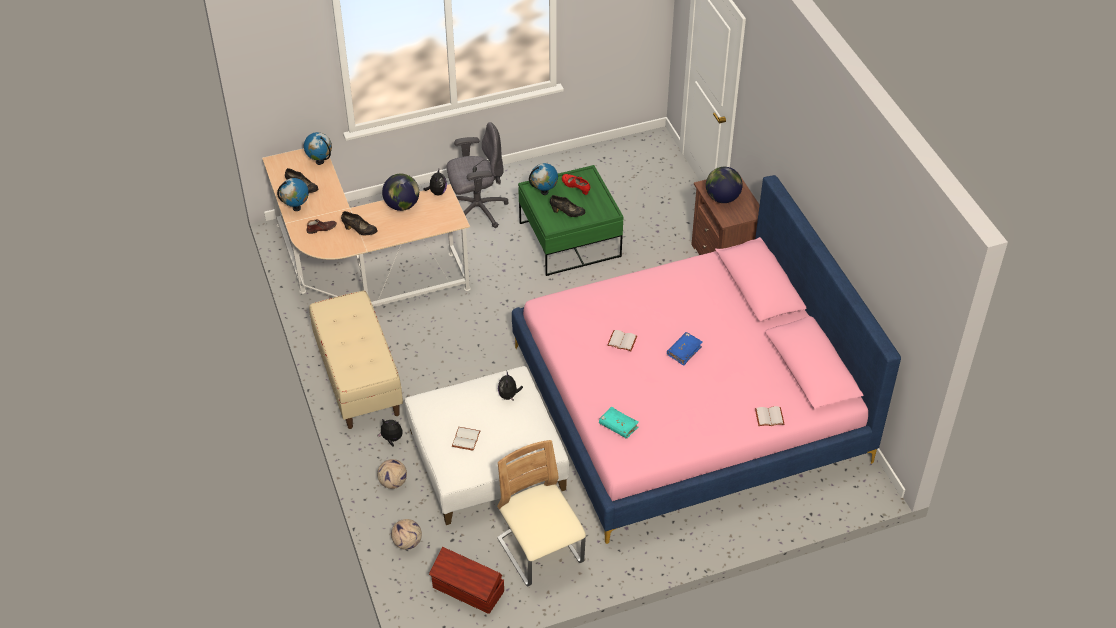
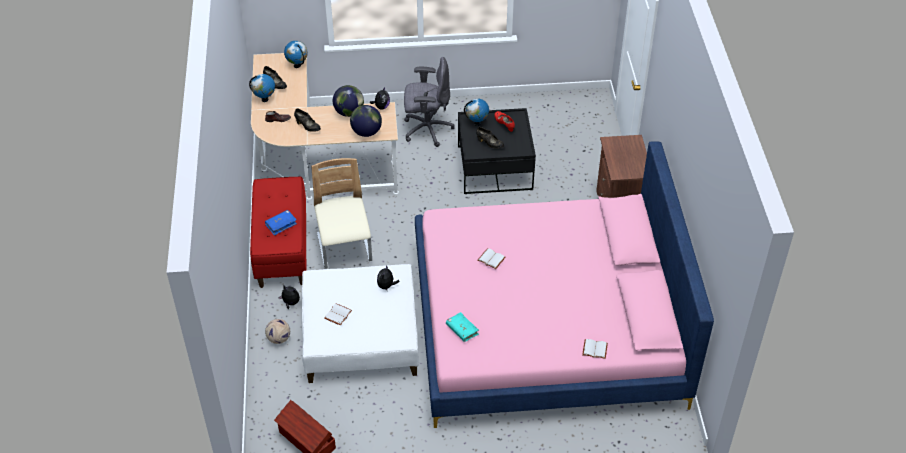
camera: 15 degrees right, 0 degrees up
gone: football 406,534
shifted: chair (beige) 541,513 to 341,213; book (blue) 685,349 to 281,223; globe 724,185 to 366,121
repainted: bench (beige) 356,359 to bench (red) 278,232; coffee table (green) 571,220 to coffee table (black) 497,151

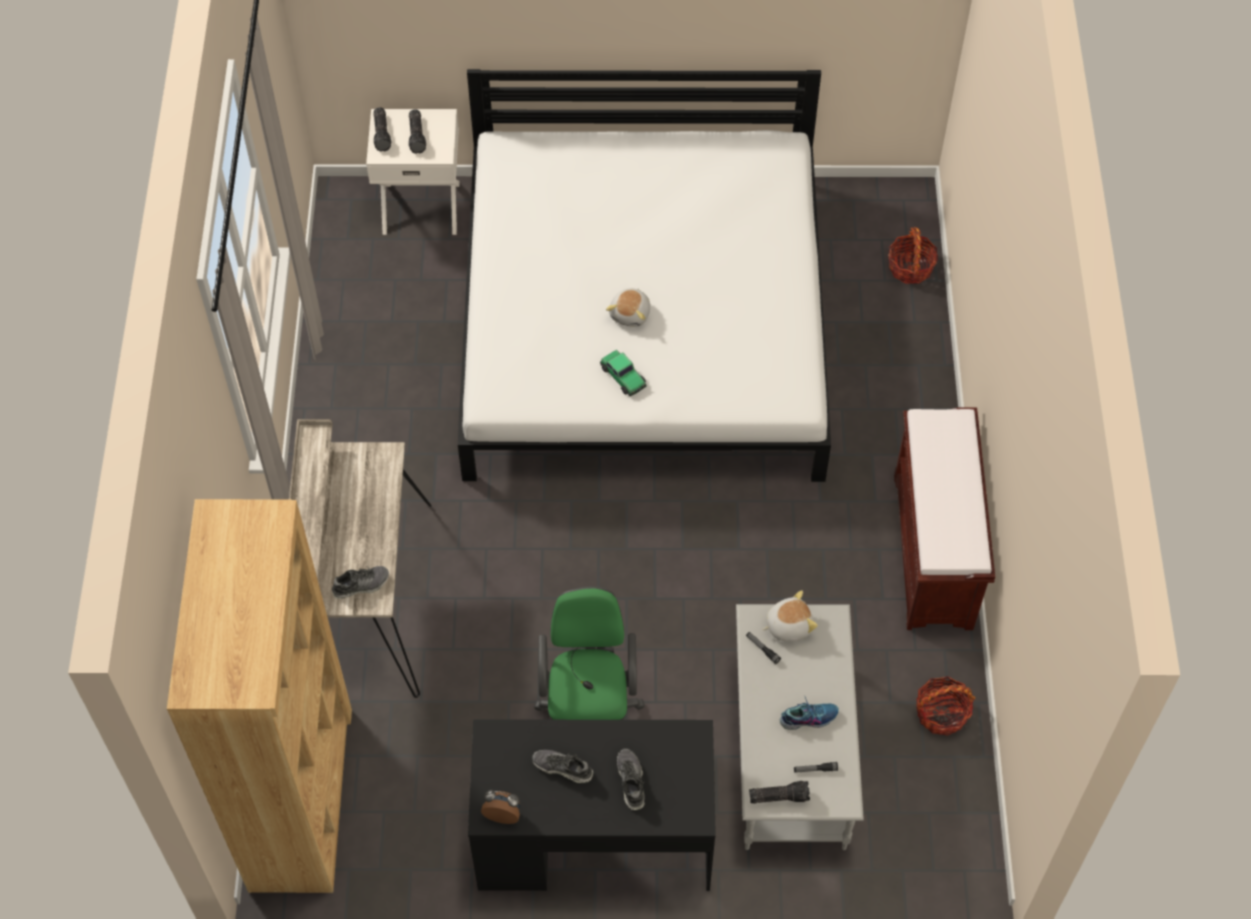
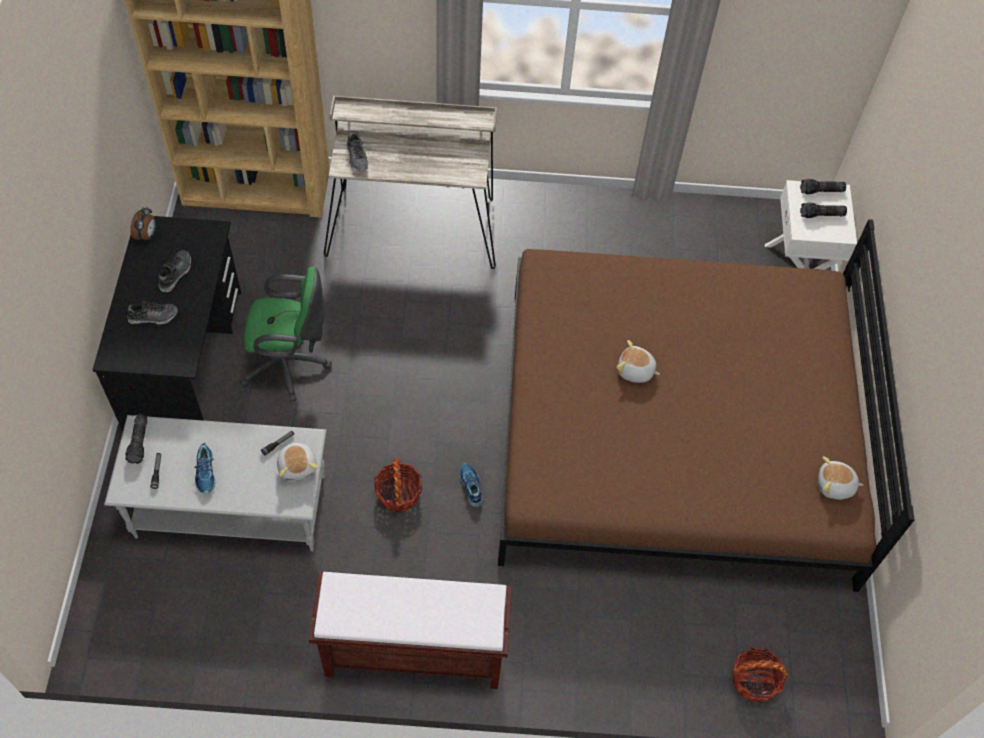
camera: 90 degrees right, 0 degrees up
gone: toy car 623,373
new: shoe 471,485; plush toy 840,478
shifted: basket 945,706 to 398,485
repainted: bed (white) 644,275 to bed (brown) 706,405

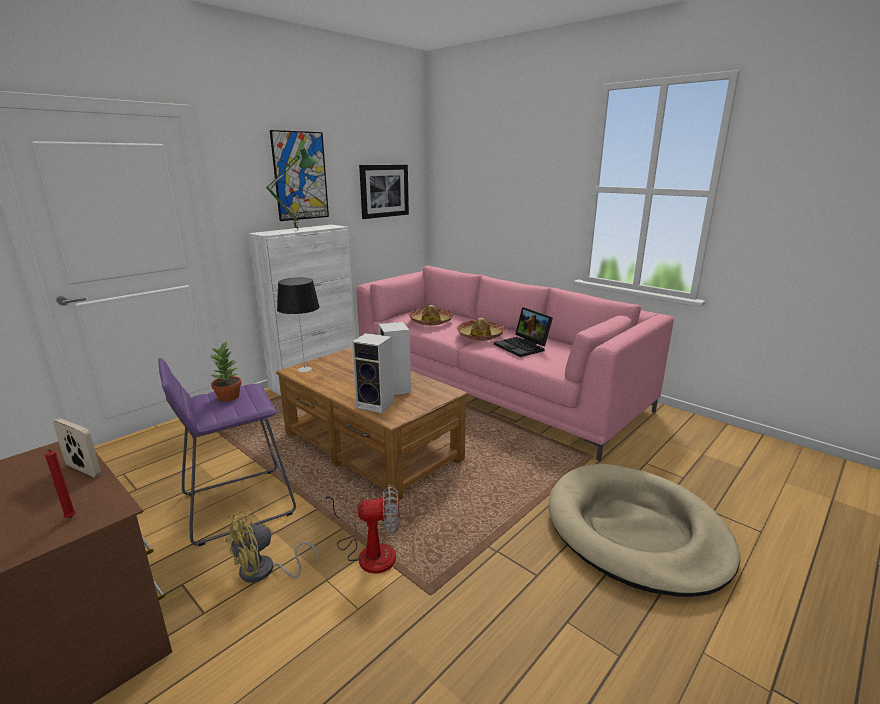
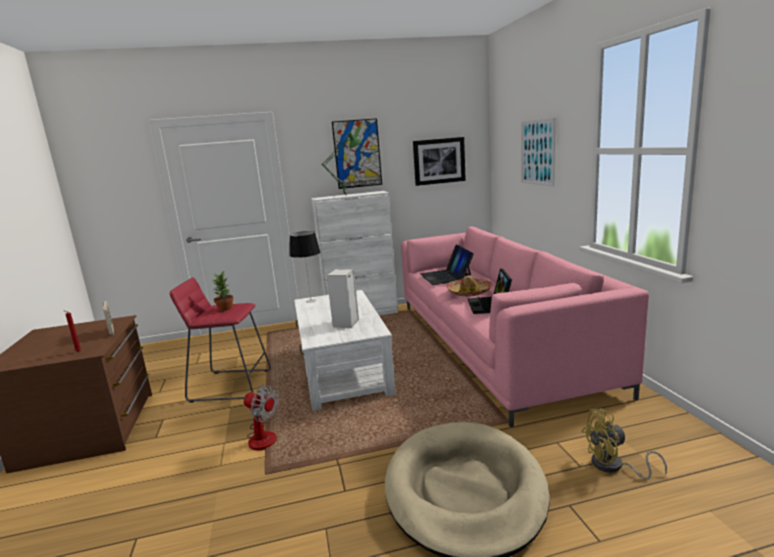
camera: 35 degrees right, 5 degrees down
gone: speaker 373,373
new: picture 538,152
shifted: fan (yellow) 272,547 to 624,444
swapped: hat 431,315 to laptop 447,264
repainted: stool (purple) 227,452 to stool (red) 220,340; coffee table (brown) 372,425 to coffee table (white) 345,350

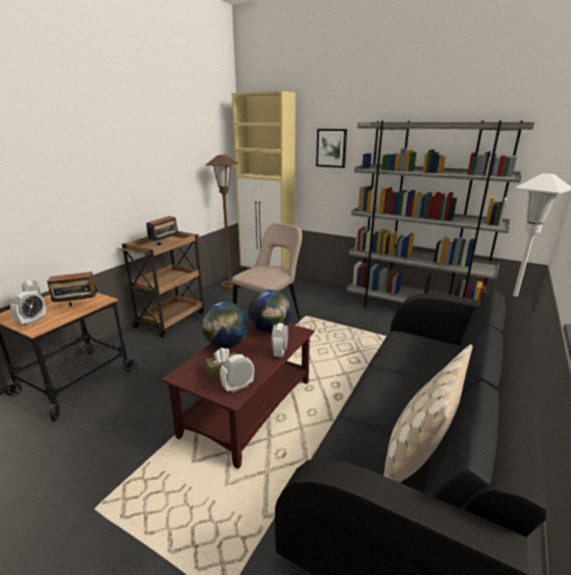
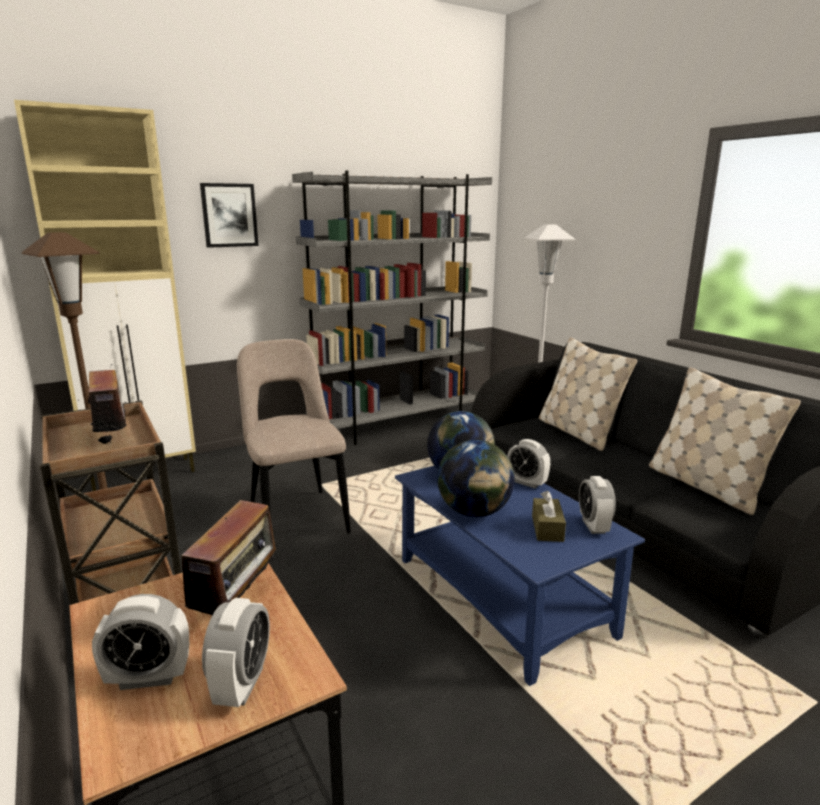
camera: 60 degrees left, 5 degrees down
new: pillow (beige) 588,394
repainted: coffee table (brown) 238,392 to coffee table (blue) 520,576
rotated: alarm clock 28,308 = 236,652 45 degrees clockwise

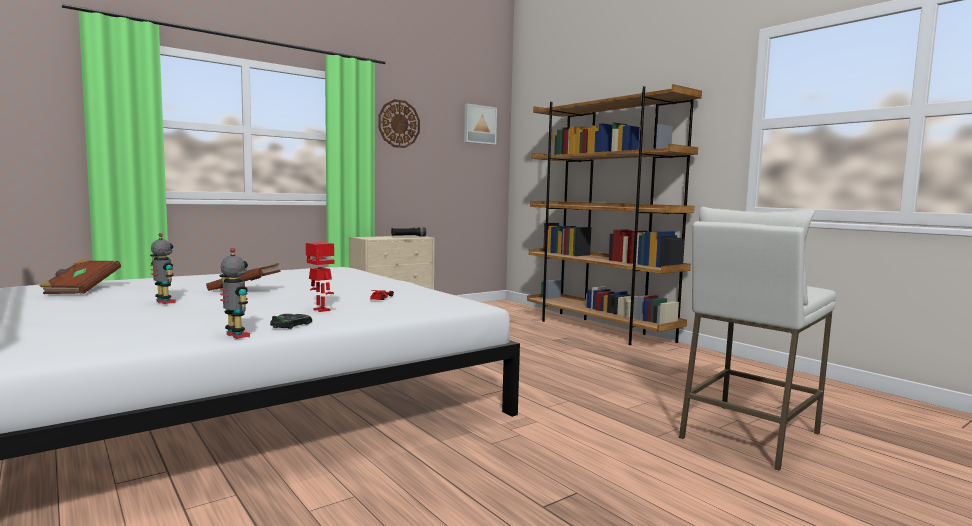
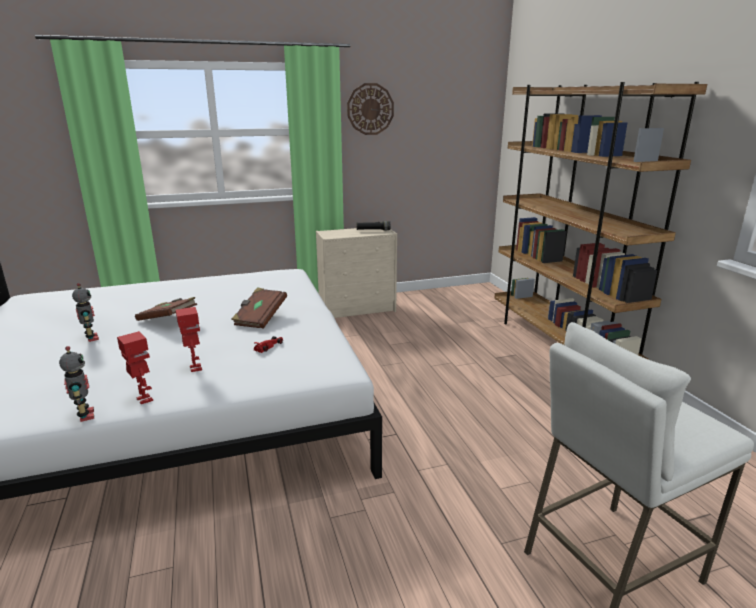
camera: 20 degrees right, 15 degrees up
gone: picture 480,124
shifted: book (brown) 80,276 to 259,308
swapped: toy car 291,321 to toy robot 135,367

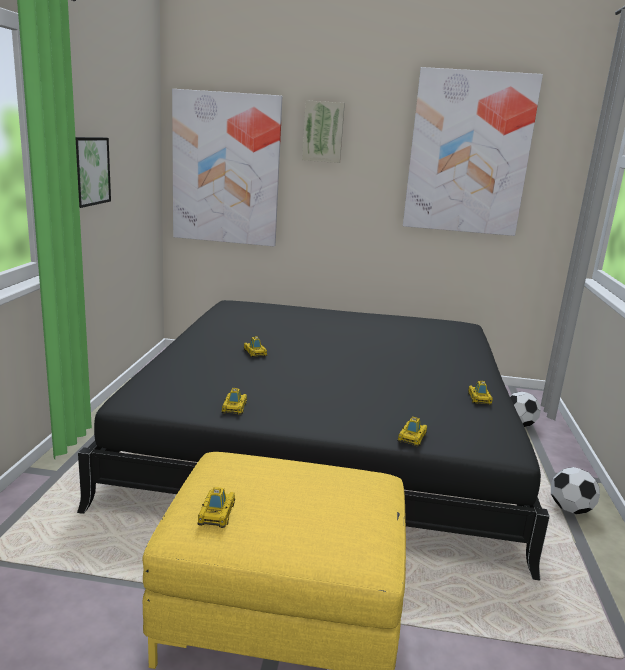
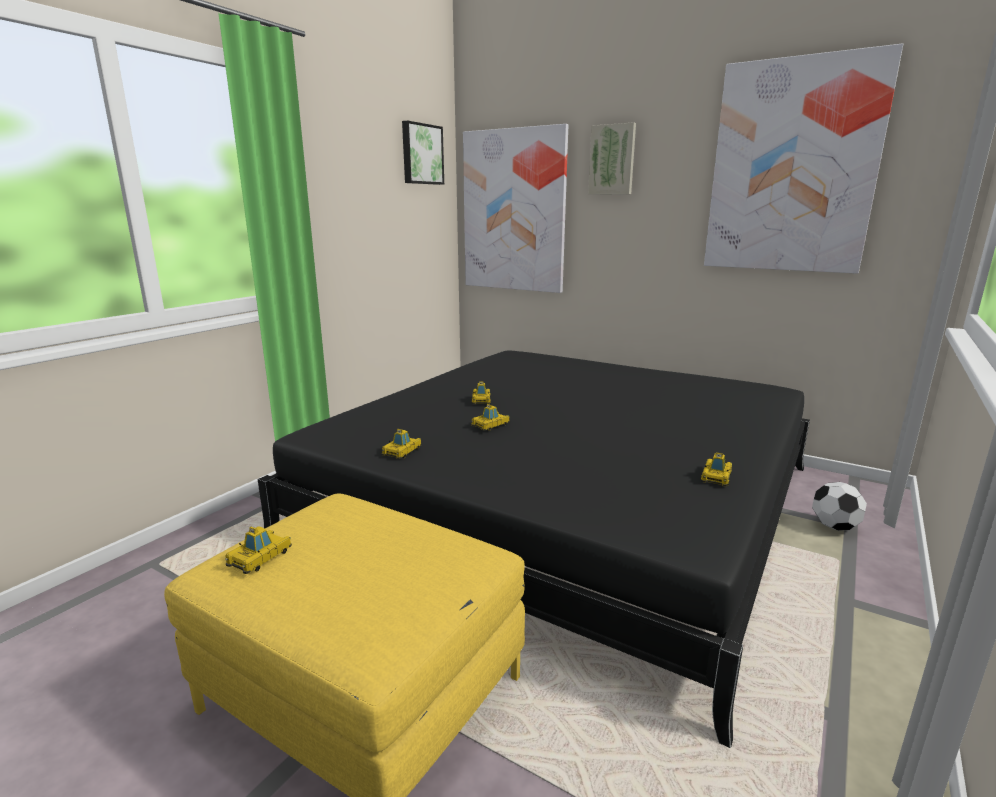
camera: 25 degrees right, 0 degrees up
gone: football 575,491
shifted: picture 93,172 to 423,153; toy car 412,431 to 490,417

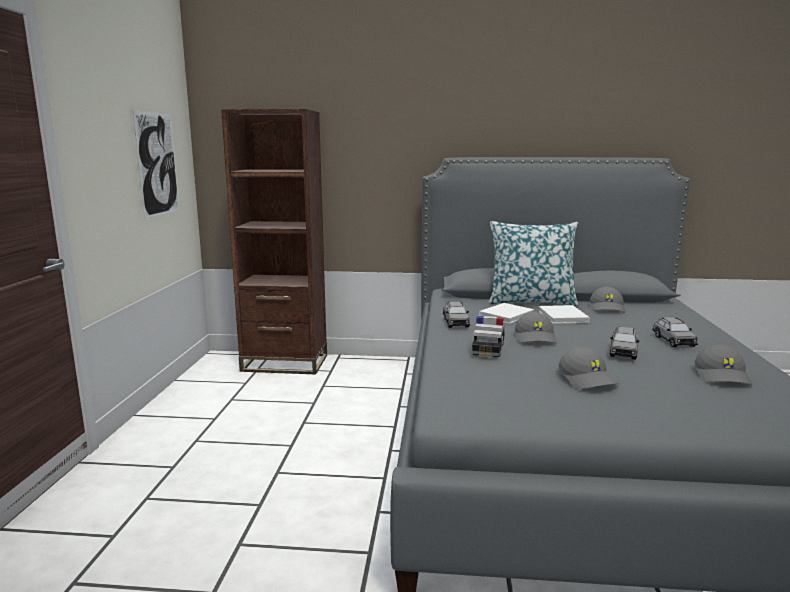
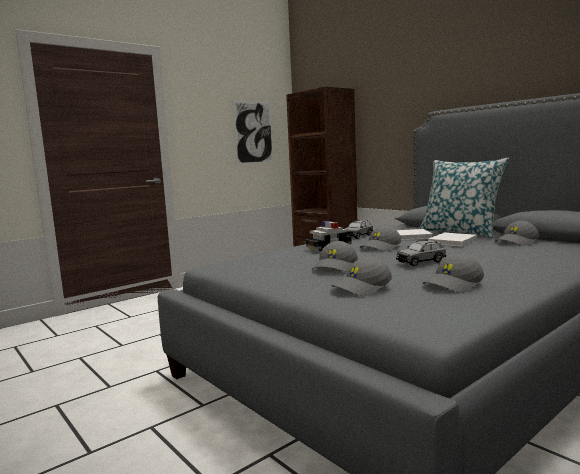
camera: 45 degrees right, 5 degrees down
gone: toy car (grey) 675,332
new: cap (grey) 361,276

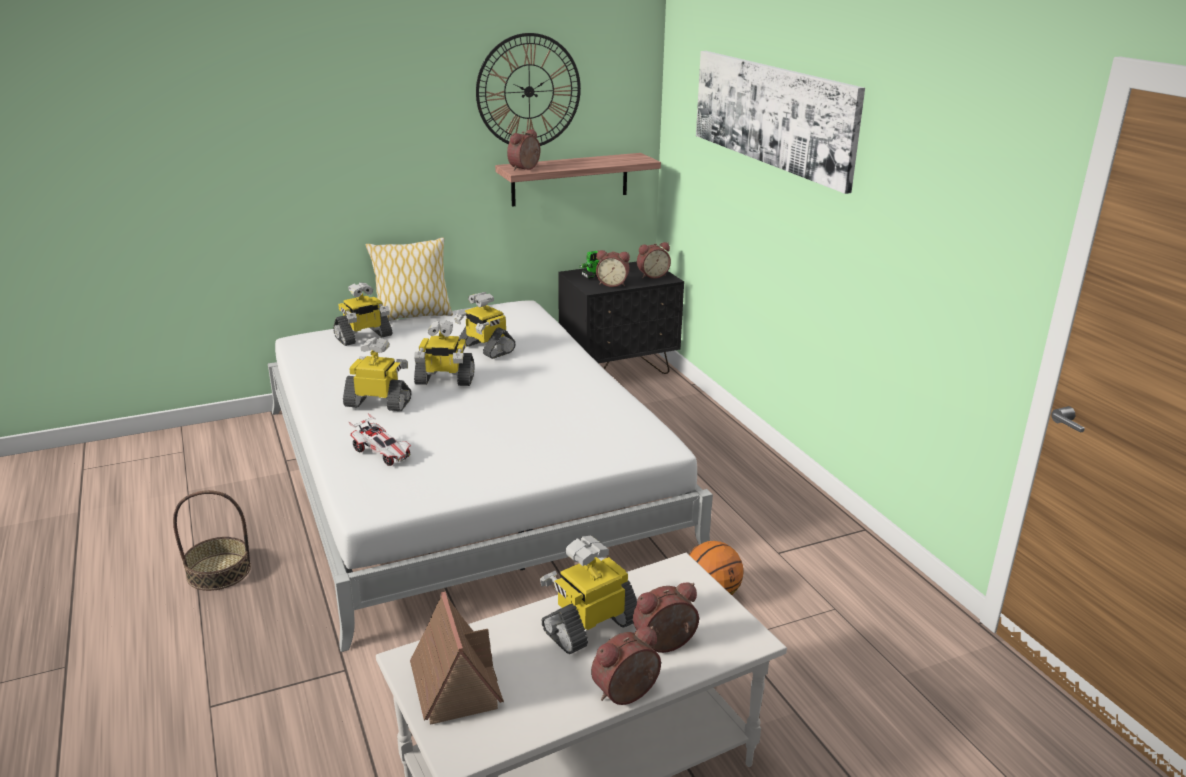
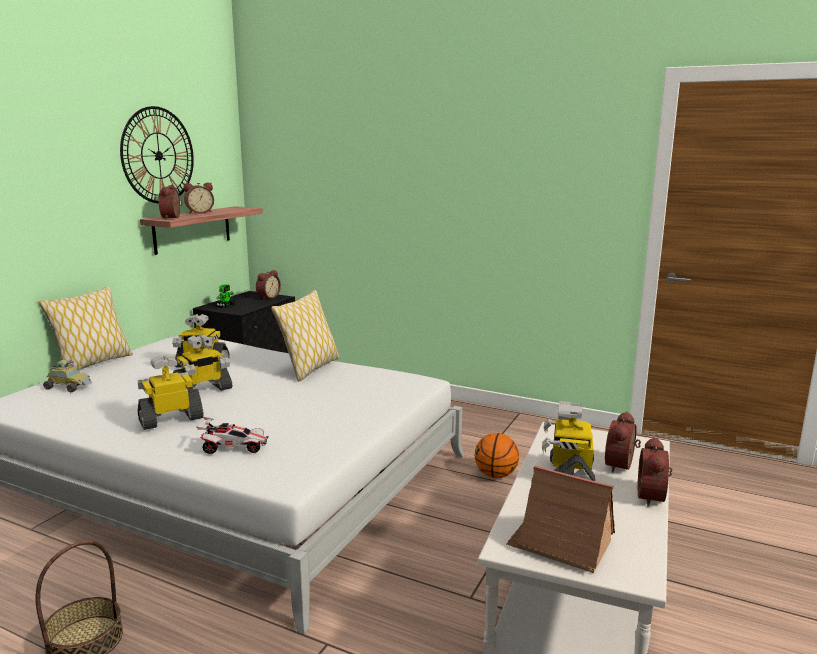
camera: 40 degrees left, 10 degrees down
gone: picture 780,122
new: pillow 305,335
shifted: alarm clock 613,268 to 198,198
swapped: toy robot 363,314 to toy car 68,376

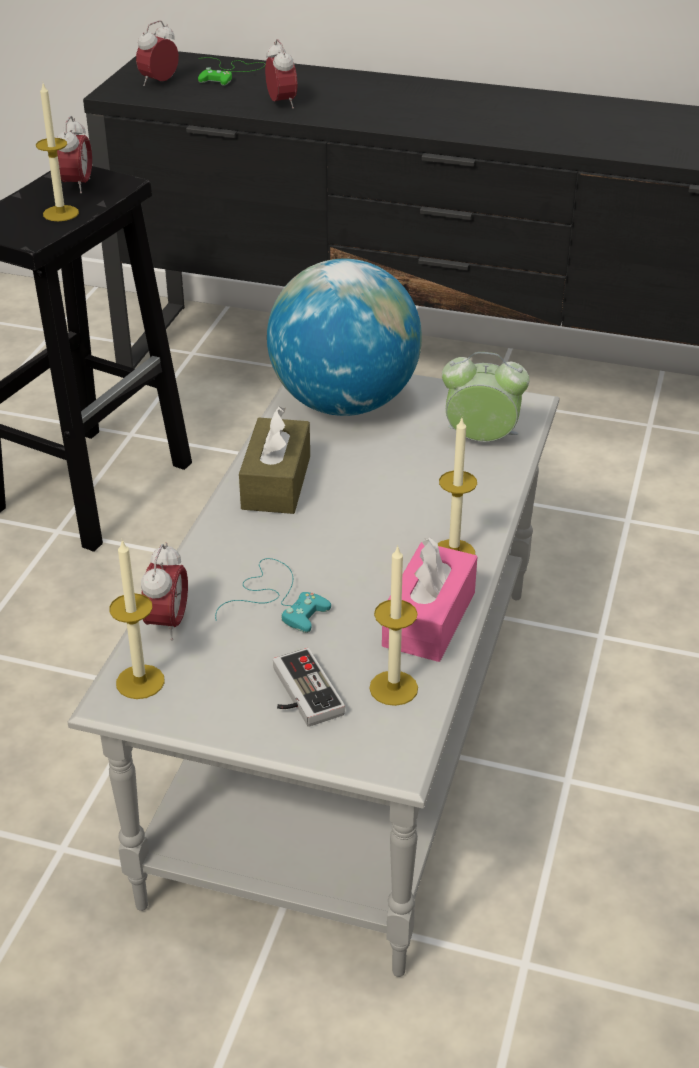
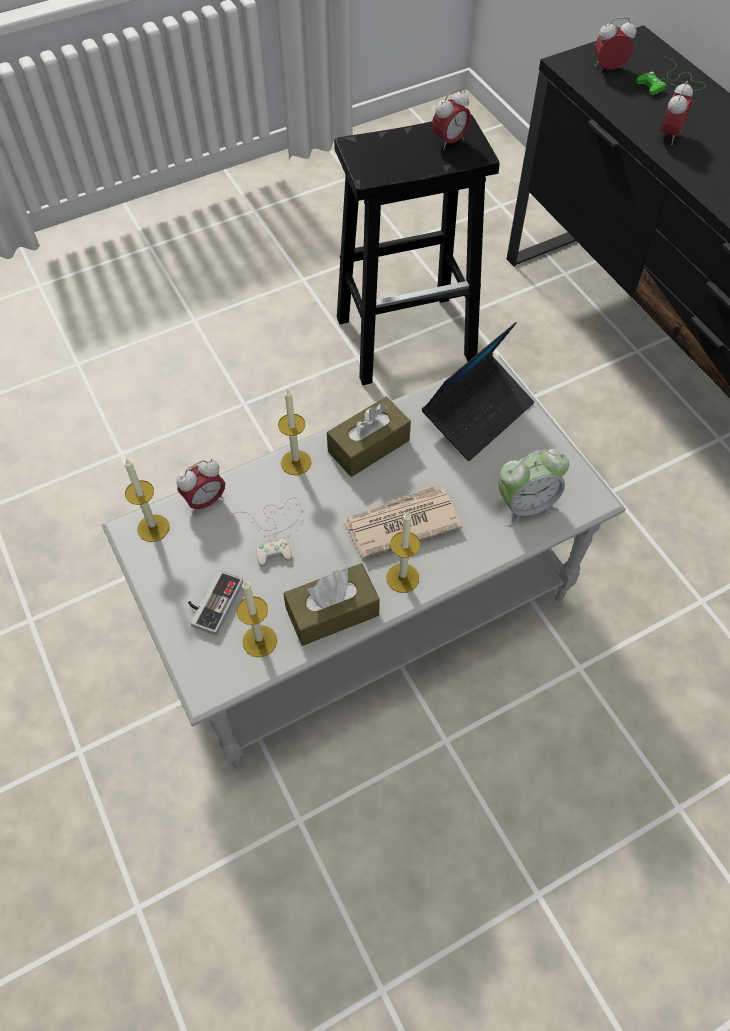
camera: 45 degrees right, 20 degrees up
new: newspaper 402,521
shifted: candle 57,152 to 294,431
swapped: globe 344,337 to laptop 478,391
repainted: game controller (turquoise) 273,595 to game controller (white) 264,532; tissue box (pink) 429,600 to tissue box (brown) 332,604
rotated: alarm clock 485,397 = 533,488 105 degrees clockwise

